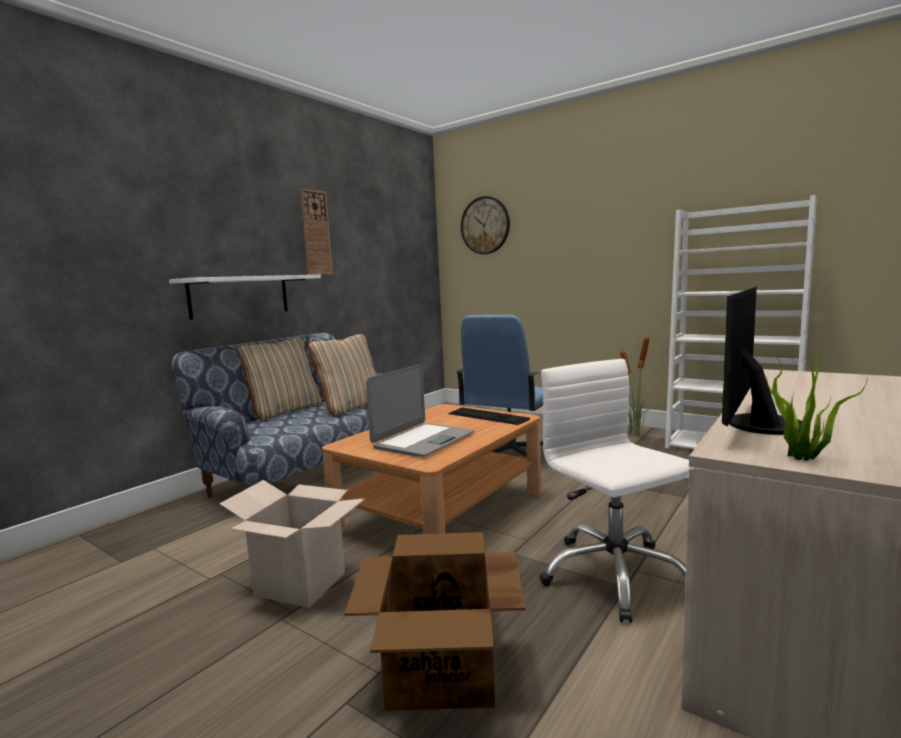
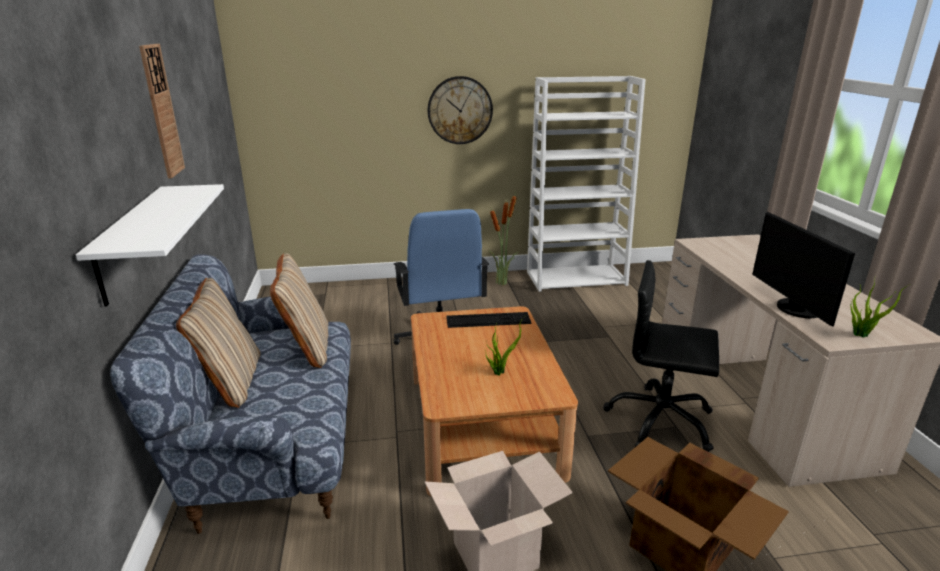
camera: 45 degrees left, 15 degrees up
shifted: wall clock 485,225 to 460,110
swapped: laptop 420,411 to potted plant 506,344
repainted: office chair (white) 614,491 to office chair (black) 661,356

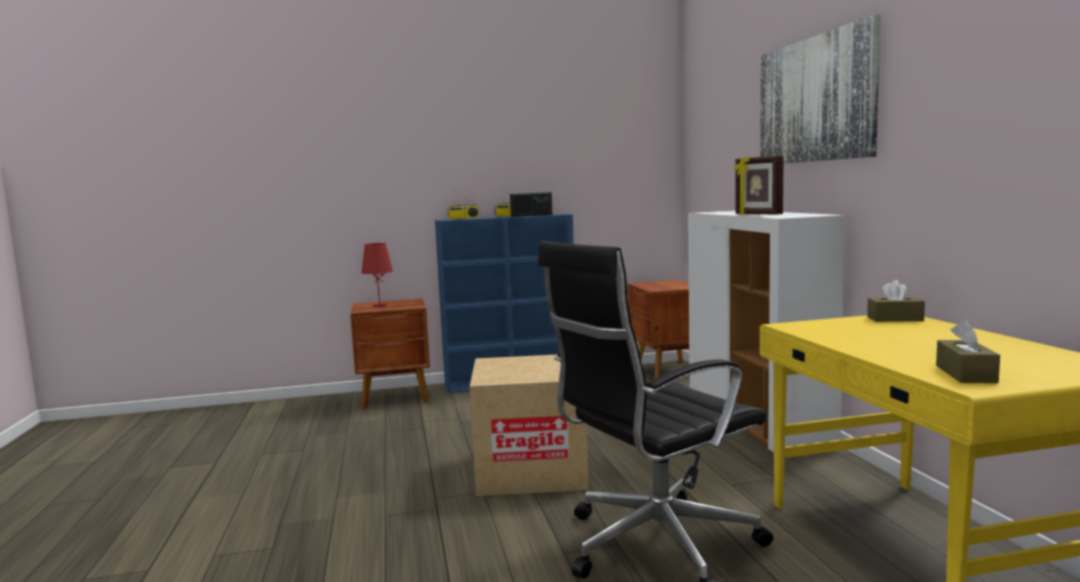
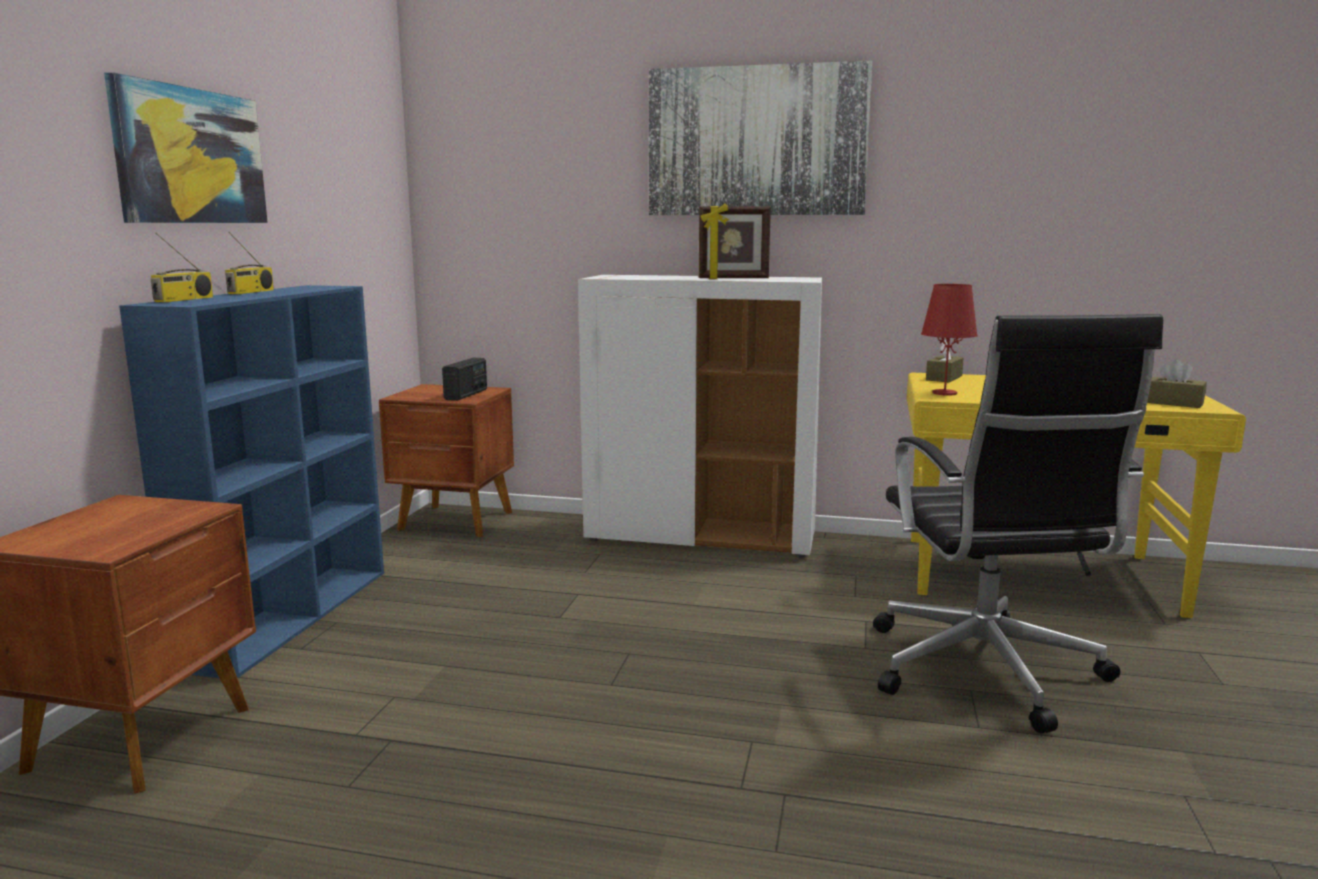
camera: 65 degrees left, 5 degrees up
gone: cardboard box 529,425
new: picture 186,147
shifted: table lamp (red) 377,275 to 949,340; radio 531,204 to 464,379

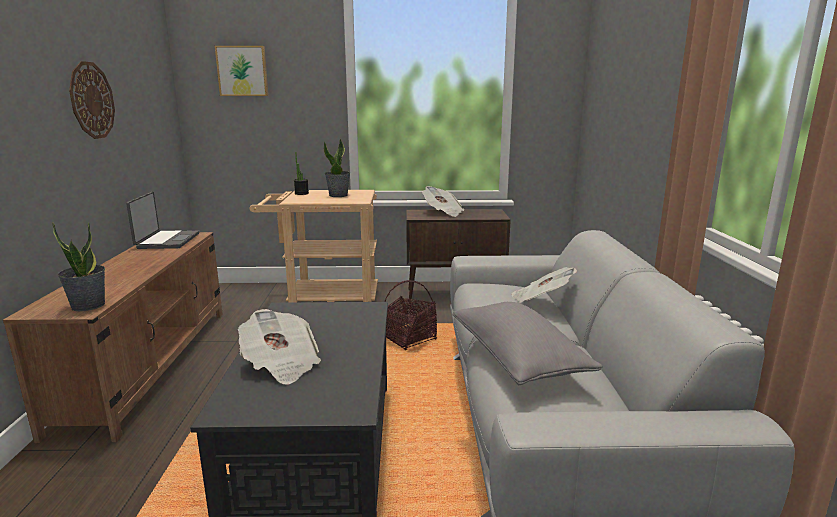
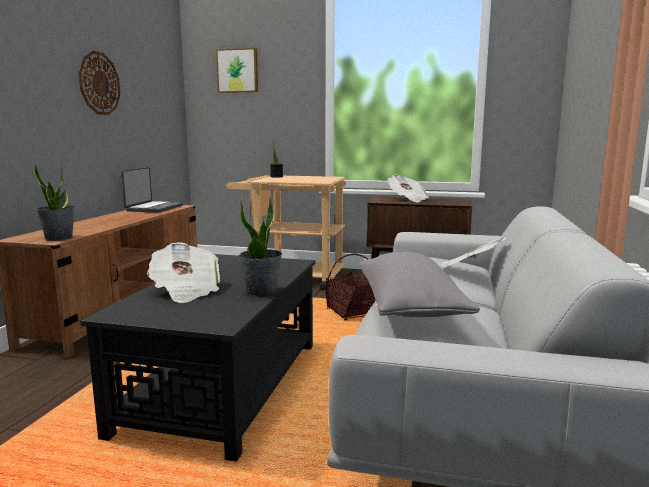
camera: 15 degrees right, 5 degrees down
shifted: potted plant 337,167 to 260,246

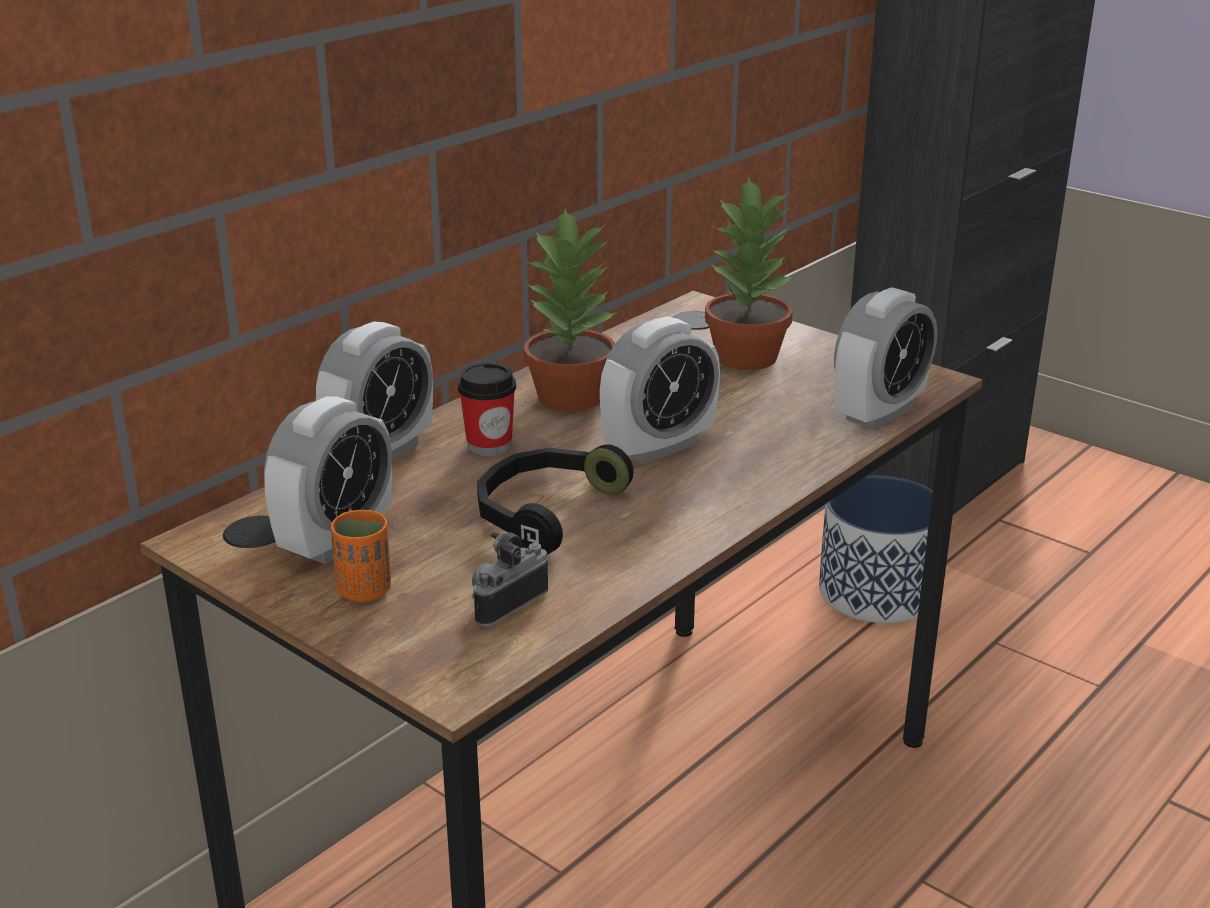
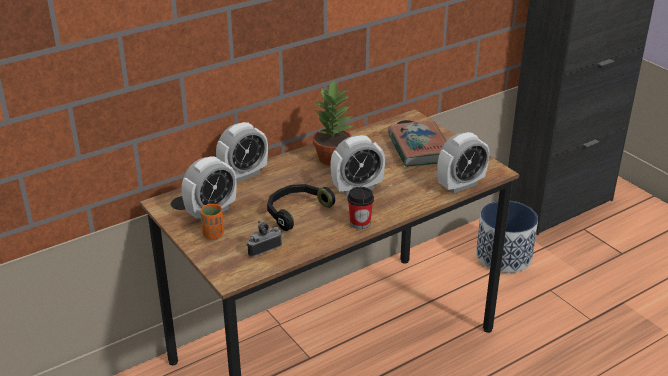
camera: 15 degrees right, 5 degrees up
shifted: cup 487,409 to 360,208
swapped: potted plant 749,273 to book 417,144

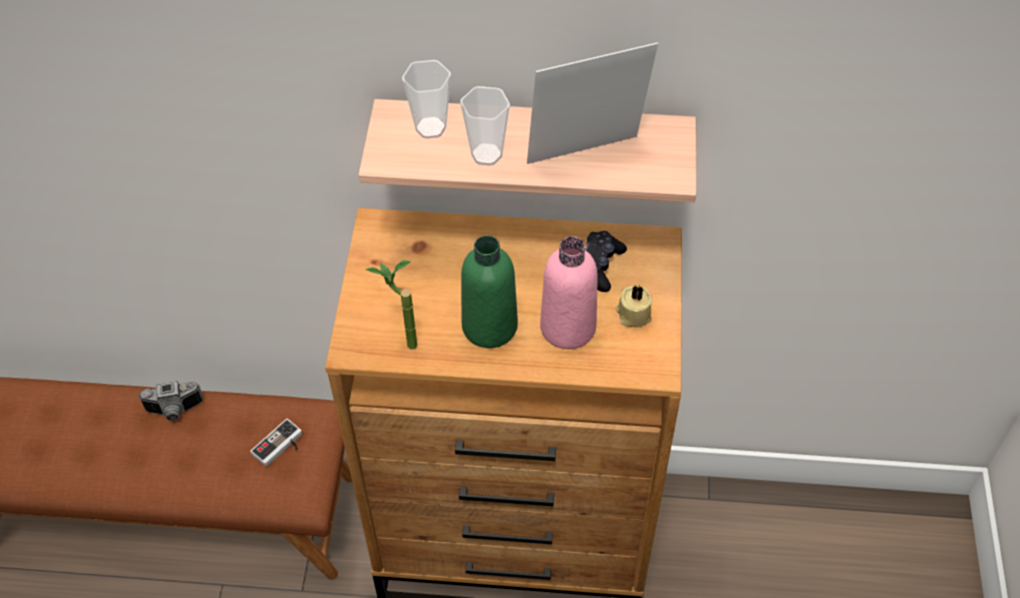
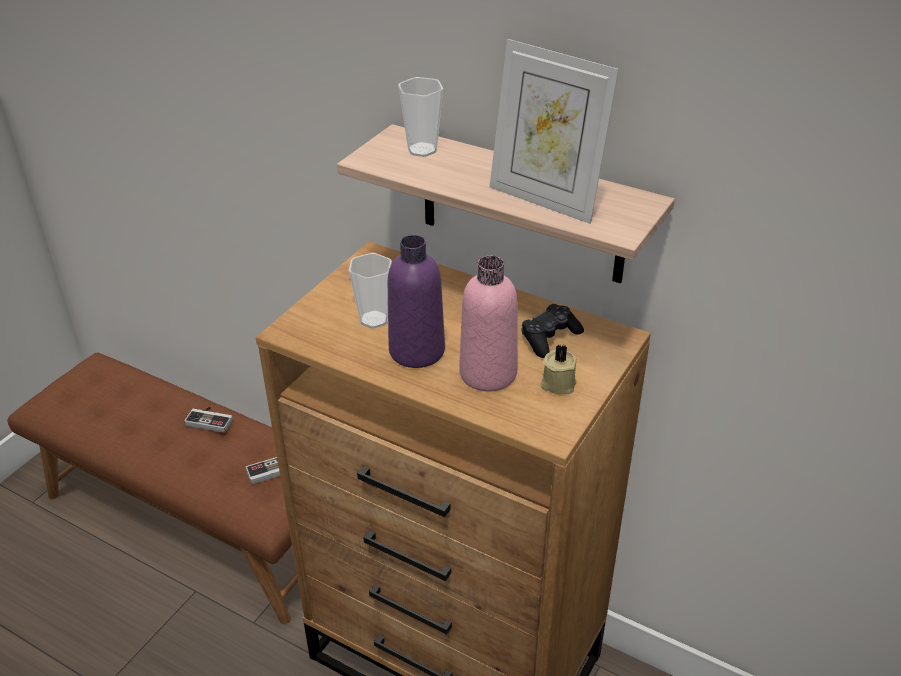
camera: 25 degrees right, 15 degrees down
gone: potted plant 391,305
shifted: cup 485,126 to 370,290
swapped: photo camera 171,401 to game controller 208,420
repainted: bottle (green) 489,291 to bottle (purple) 416,301
rotated: picture frame 592,103 = 554,131 150 degrees counterclockwise

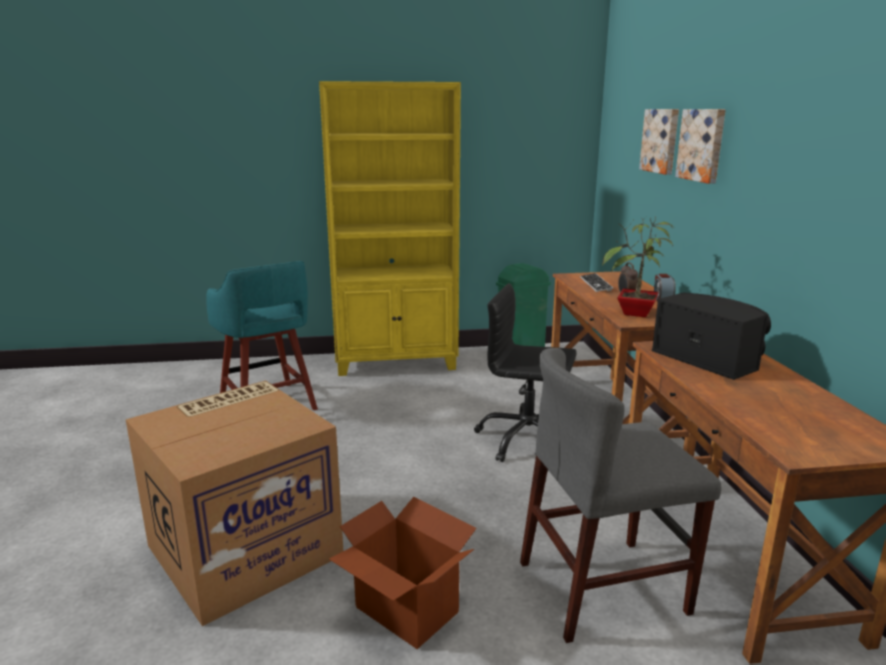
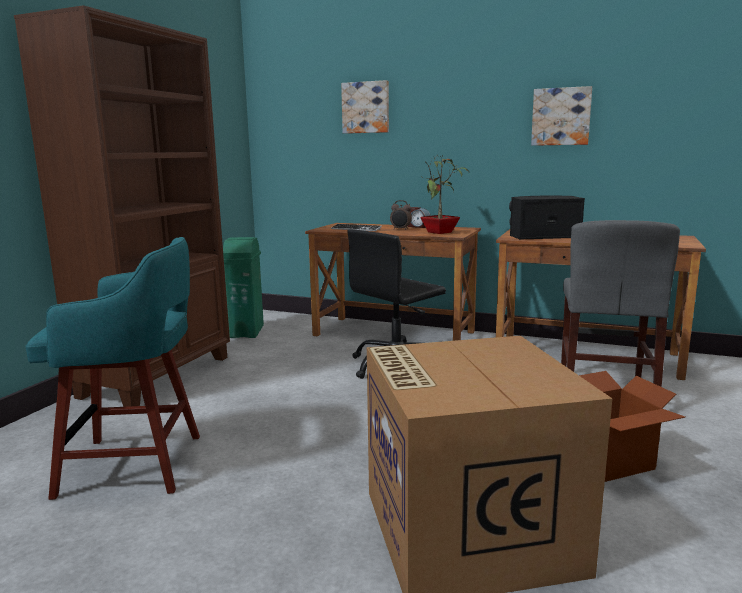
camera: 60 degrees left, 5 degrees down
shifted: picture 700,146 to 561,116
repainted: bookcase (yellow) 390,228 to bookcase (brown) 122,206

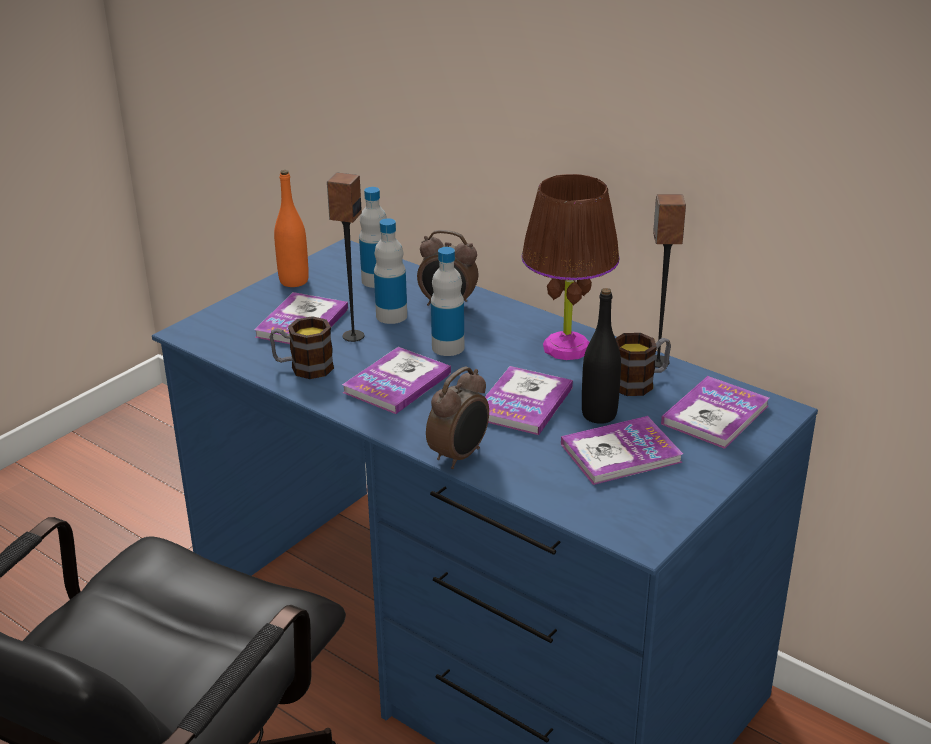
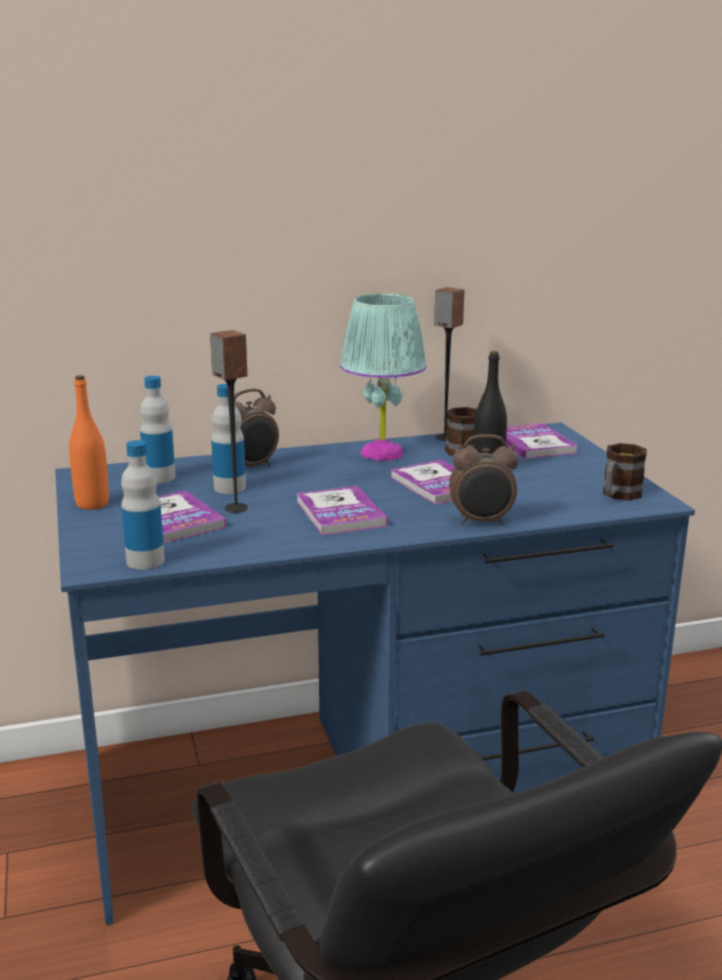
camera: 55 degrees left, 10 degrees down
gone: book 622,450
shifted: mug 302,347 to 625,471; bottle 447,301 to 143,504
repainted: table lamp (brown) 570,267 to table lamp (turquoise) 383,377
rotated: alarm clock 457,417 = 484,479 105 degrees clockwise

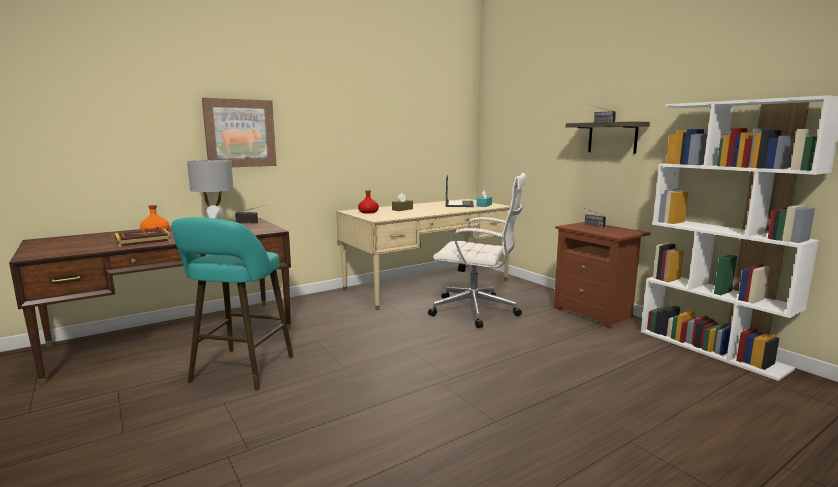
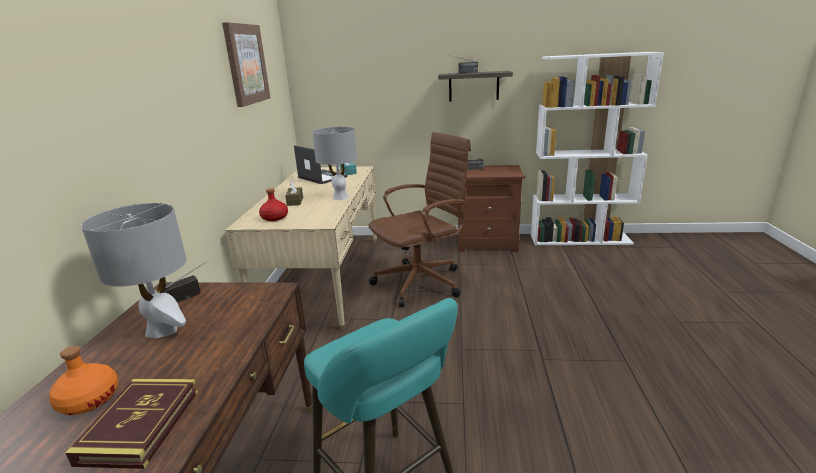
camera: 50 degrees left, 10 degrees up
new: table lamp (grey) 334,163
shifted: picture 239,132 to 246,64
repainted: office chair (white) 477,250 to office chair (brown) 419,219

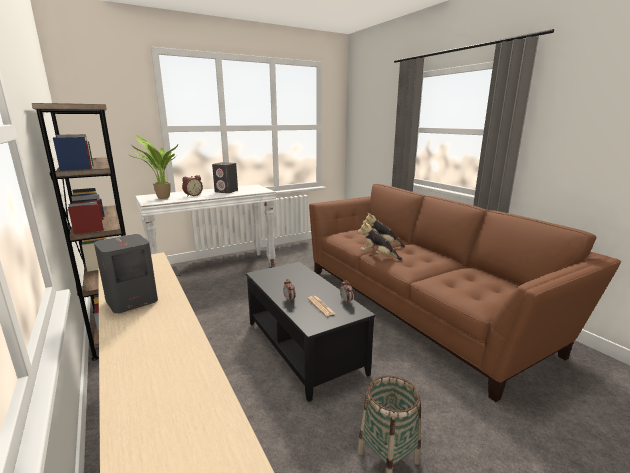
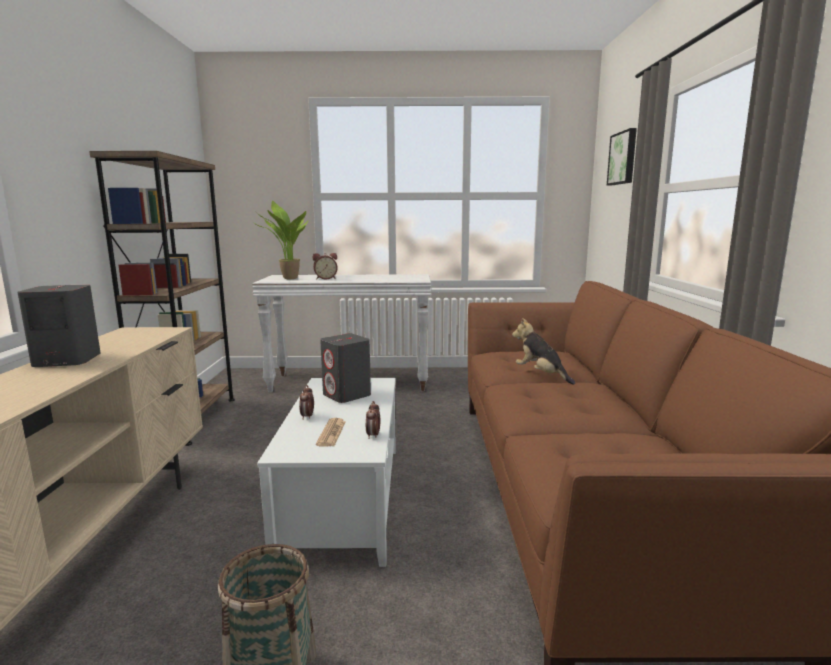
camera: 30 degrees right, 5 degrees down
gone: plush toy 380,241
new: picture 622,156
shifted: speaker (grey) 225,177 to 345,368
repainted: coffee table (black) 311,332 to coffee table (white) 326,472

